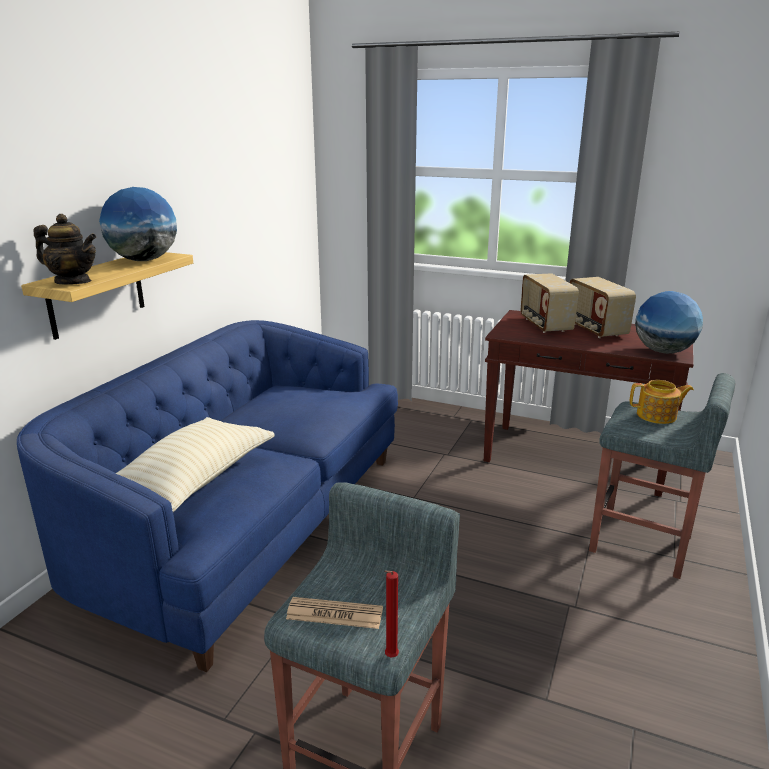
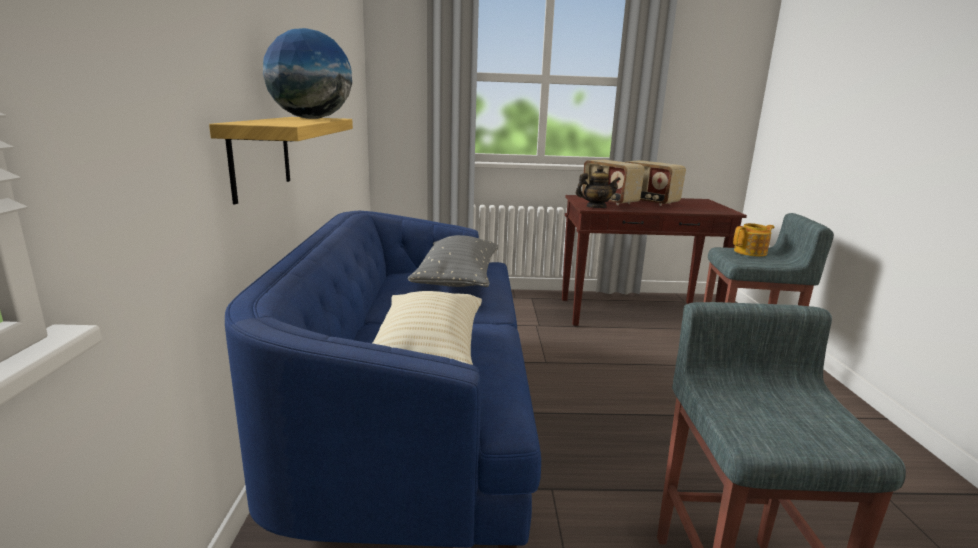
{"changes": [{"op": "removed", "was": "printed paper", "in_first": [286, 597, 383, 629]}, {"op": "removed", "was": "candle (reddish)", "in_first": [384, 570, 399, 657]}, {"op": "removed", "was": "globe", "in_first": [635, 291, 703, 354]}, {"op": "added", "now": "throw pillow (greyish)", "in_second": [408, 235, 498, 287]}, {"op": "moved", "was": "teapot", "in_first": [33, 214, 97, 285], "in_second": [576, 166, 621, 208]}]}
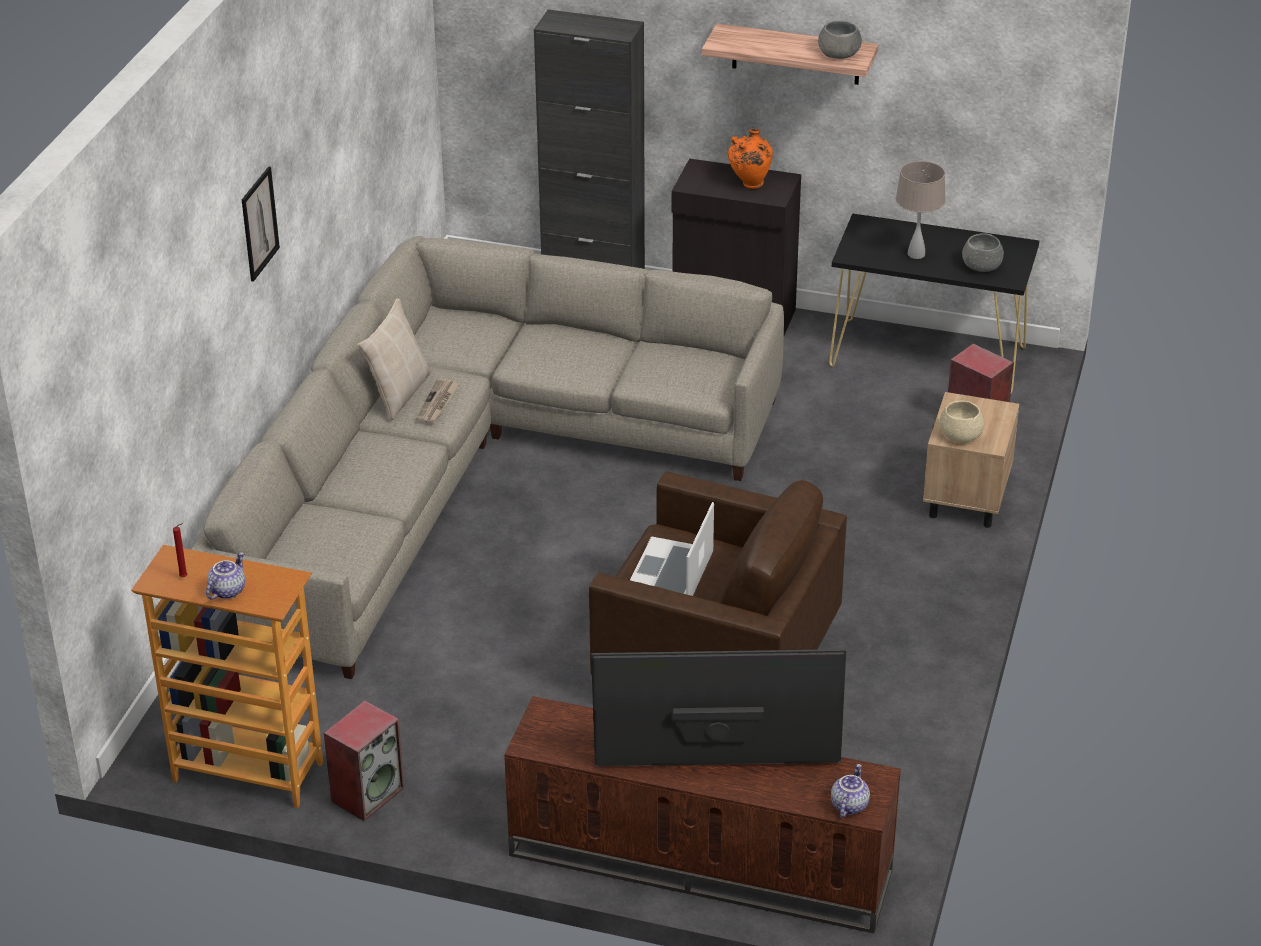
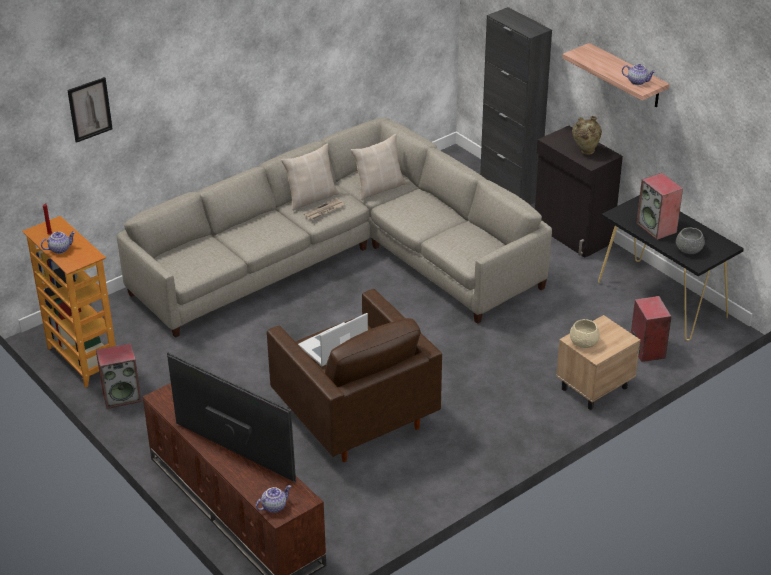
{"changes": [{"op": "added", "now": "throw pillow (beige-coloured)", "in_second": [351, 134, 406, 200]}, {"op": "moved", "was": "wall picture", "in_first": [242, 167, 280, 282], "in_second": [67, 77, 113, 143]}, {"op": "replaced", "was": "serving bowl (greyish)", "now": "teapot", "in_first": [818, 21, 862, 59], "in_second": [622, 64, 656, 85]}, {"op": "replaced", "was": "lamp for a table (beige-coloured)", "now": "audio speaker", "in_first": [896, 161, 945, 259], "in_second": [636, 173, 683, 240]}, {"op": "recoloured", "was": "flower vase (orangey)", "now": "flower vase (beige-coloured)", "in_first": [728, 129, 773, 189], "in_second": [572, 116, 602, 155]}]}
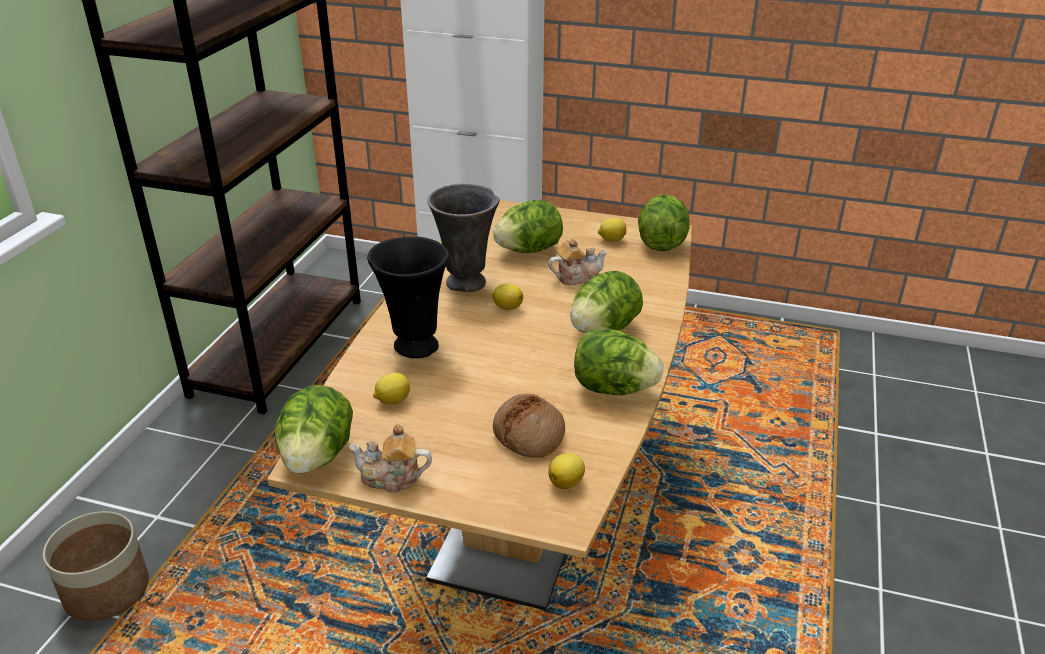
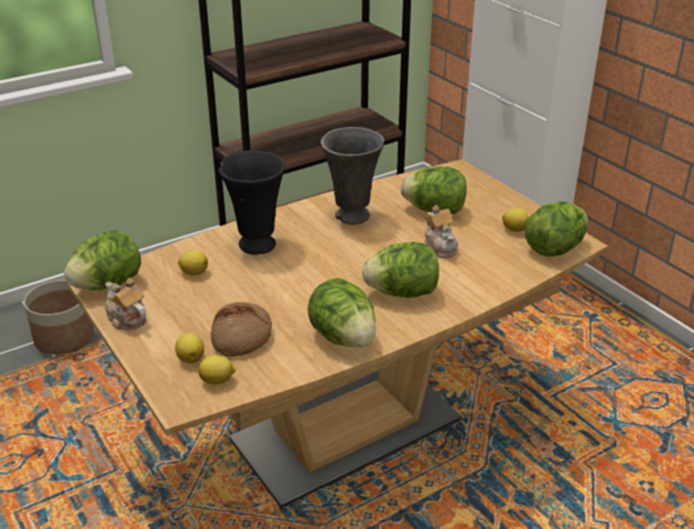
{"changes": [{"op": "moved", "was": "whole lemon", "in_first": [492, 283, 523, 310], "in_second": [175, 333, 204, 363]}, {"op": "turned", "was": "teapot", "in_first": [548, 239, 607, 285], "in_second": [425, 205, 458, 258], "clockwise": 45}]}
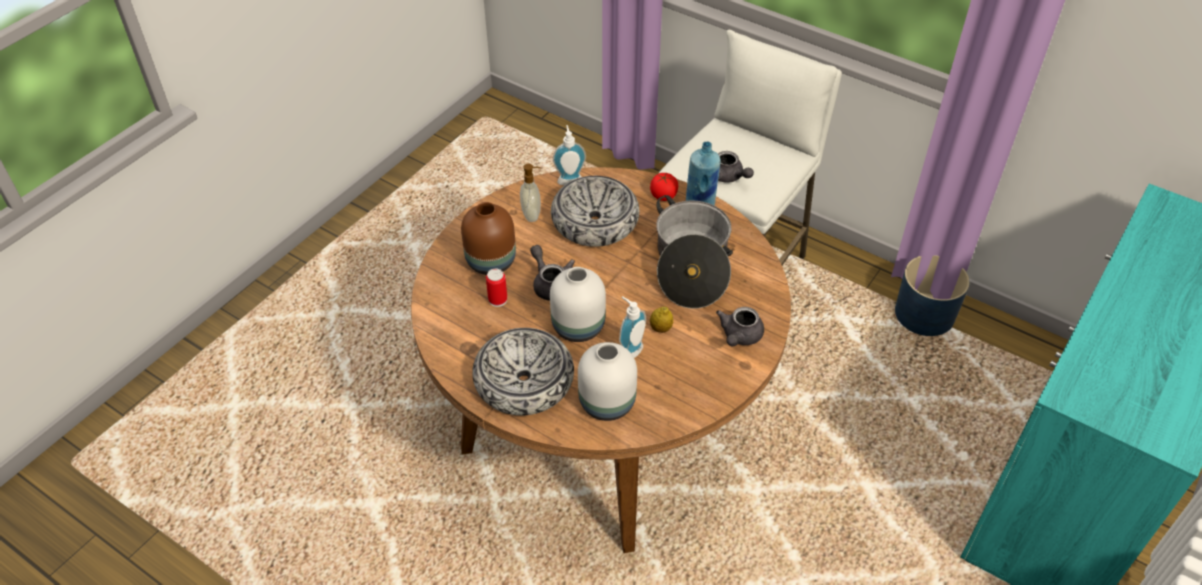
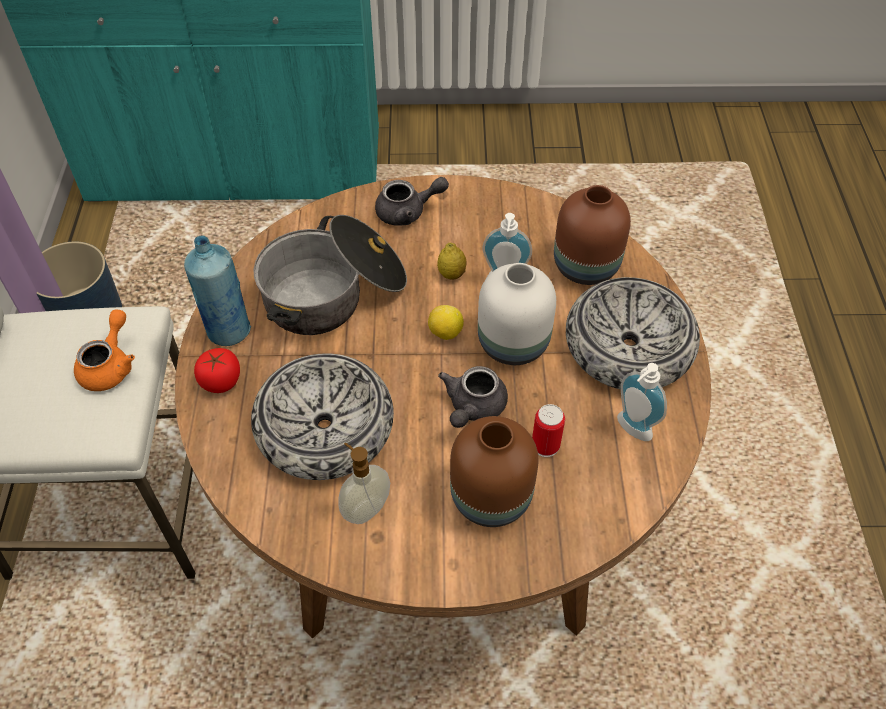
{"changes": [{"op": "added", "now": "whole lemon", "in_second": [428, 305, 464, 340]}, {"op": "moved", "was": "soap dispenser", "in_first": [553, 125, 586, 185], "in_second": [617, 363, 667, 441]}, {"op": "recoloured", "was": "flower vase (whitish)", "now": "flower vase (brownish)", "in_first": [578, 342, 637, 421], "in_second": [554, 185, 631, 285]}, {"op": "recoloured", "was": "teapot (greyish)", "now": "teapot (orangey)", "in_first": [718, 151, 754, 183], "in_second": [74, 309, 135, 391]}]}
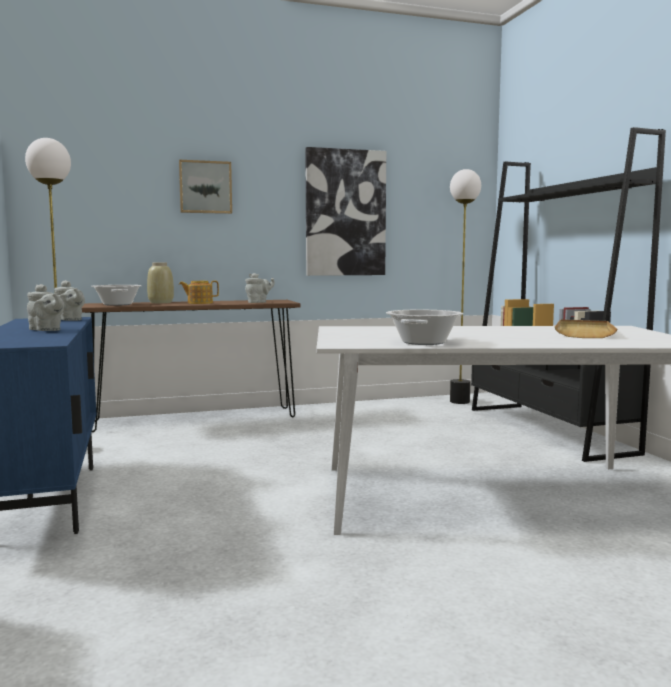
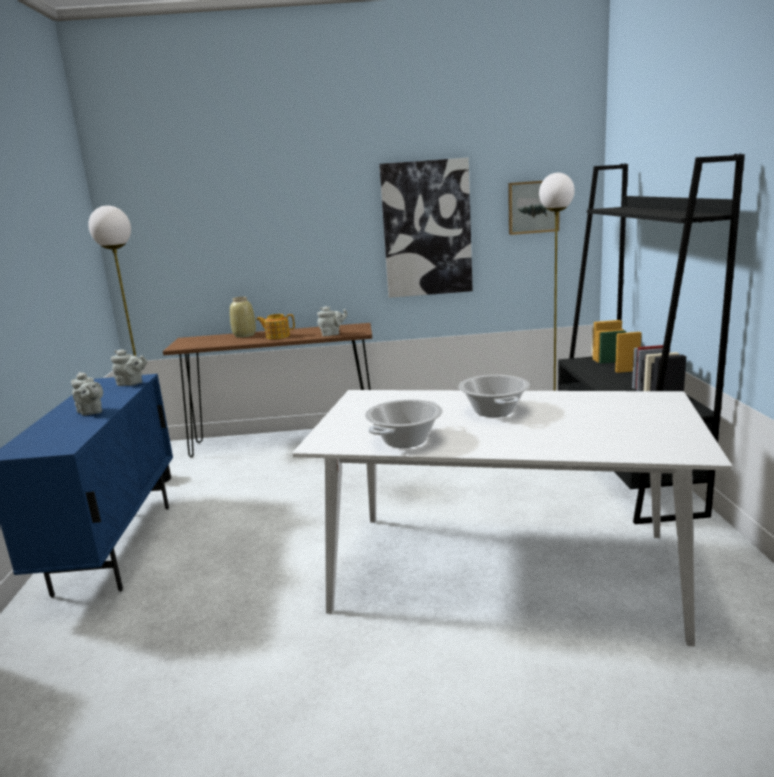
{"changes": [{"op": "removed", "was": "tray (beige-coloured)", "in_first": [555, 319, 617, 338]}, {"op": "moved", "was": "stockpot", "in_first": [91, 285, 142, 306], "in_second": [458, 375, 530, 417]}, {"op": "moved", "was": "wall picture", "in_first": [179, 160, 232, 214], "in_second": [508, 181, 560, 235]}, {"op": "turned", "was": "teapot (greyish)", "in_first": [55, 280, 85, 320], "in_second": [111, 349, 148, 386], "clockwise": -45}]}
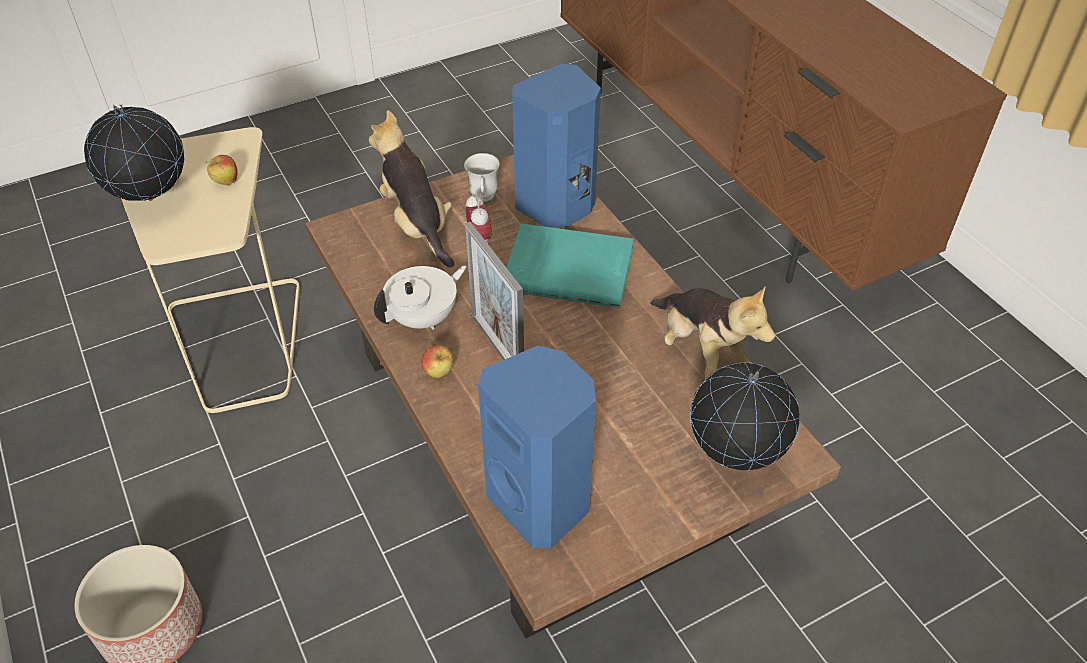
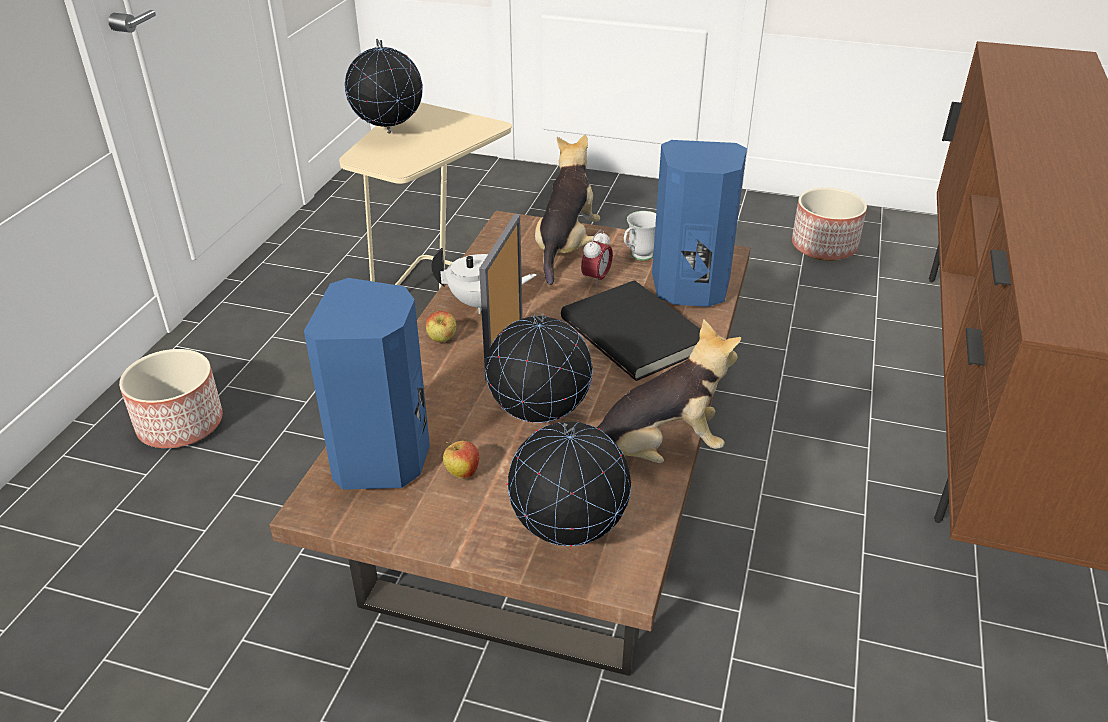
{"changes": [{"op": "added", "now": "globe", "in_second": [486, 313, 593, 423]}, {"op": "added", "now": "flower pot", "in_second": [792, 188, 867, 261]}, {"op": "moved", "was": "whole apple", "in_first": [206, 155, 238, 185], "in_second": [443, 441, 479, 479]}, {"op": "recoloured", "was": "volume (turquoise-coloured)", "now": "volume (black)", "in_first": [506, 223, 634, 308], "in_second": [561, 280, 700, 381]}, {"op": "turned", "was": "plush toy", "in_first": [650, 285, 775, 379], "in_second": [597, 319, 741, 463], "clockwise": -120}]}
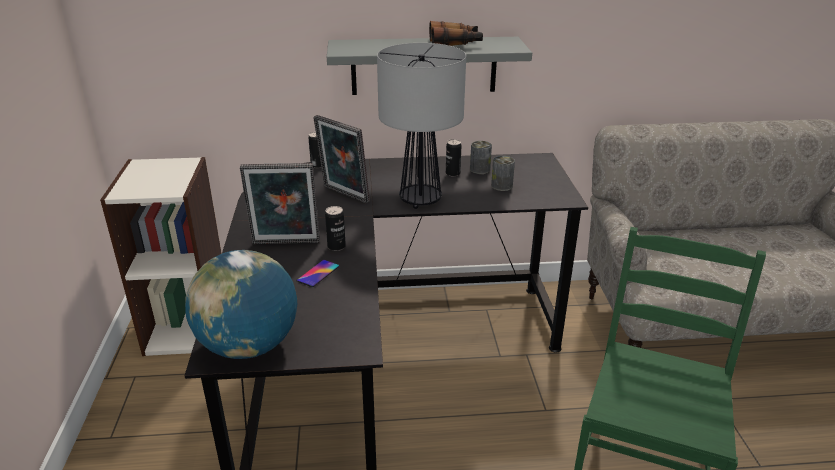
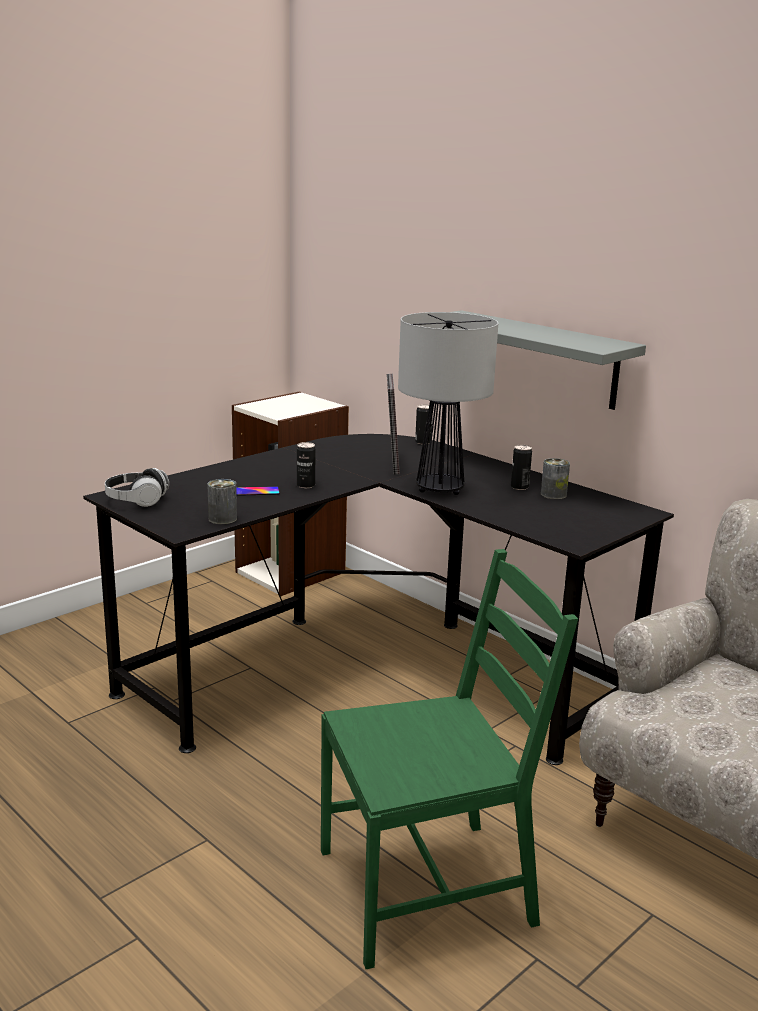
{"changes": [{"op": "removed", "was": "photo frame", "in_first": [240, 163, 320, 244]}, {"op": "removed", "was": "binoculars", "in_first": [429, 21, 483, 46]}, {"op": "moved", "was": "sealed can", "in_first": [491, 156, 515, 191], "in_second": [207, 479, 237, 524]}, {"op": "replaced", "was": "globe", "now": "pair of headphones", "in_first": [185, 250, 297, 359], "in_second": [105, 468, 169, 507]}]}
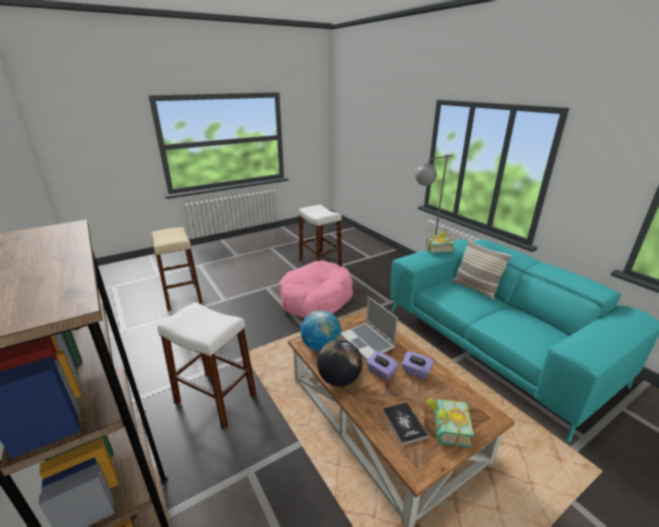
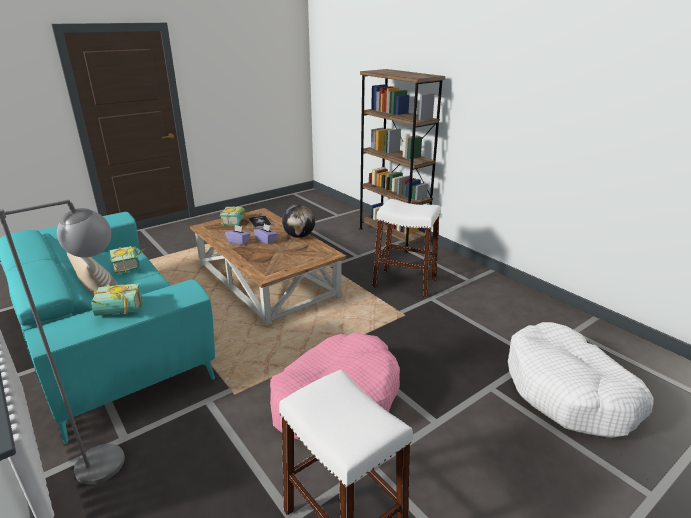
{"changes": [{"op": "removed", "was": "globe", "in_first": [301, 310, 341, 352]}, {"op": "removed", "was": "laptop", "in_first": [341, 296, 398, 360]}, {"op": "added", "now": "volume", "in_second": [109, 246, 145, 274]}, {"op": "replaced", "was": "stool seat (beige-coloured)", "now": "pet bed (whitish)", "in_first": [152, 227, 203, 311], "in_second": [508, 322, 654, 438]}]}
